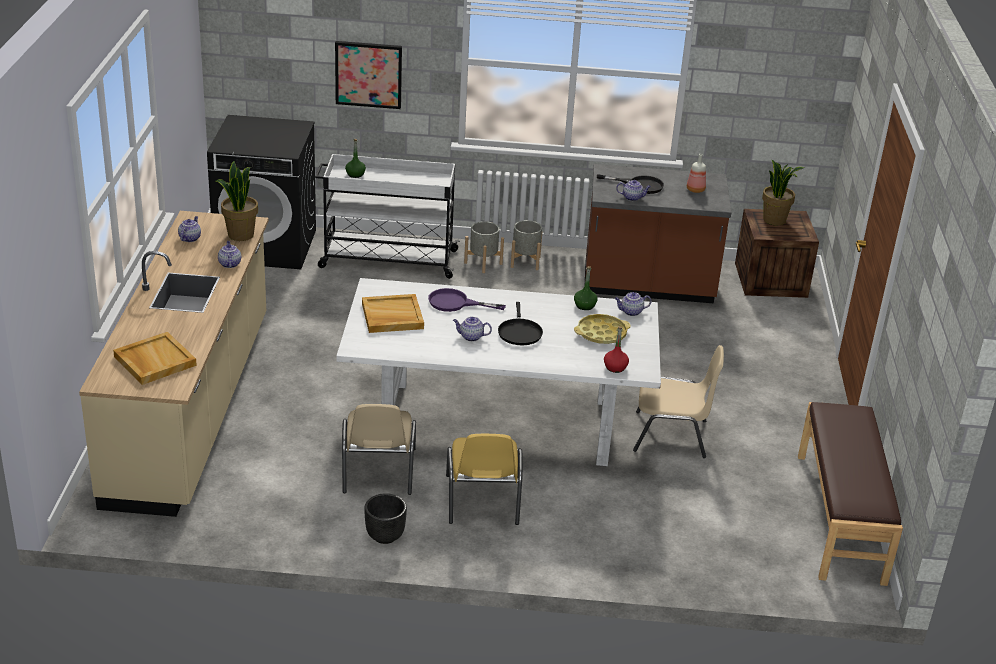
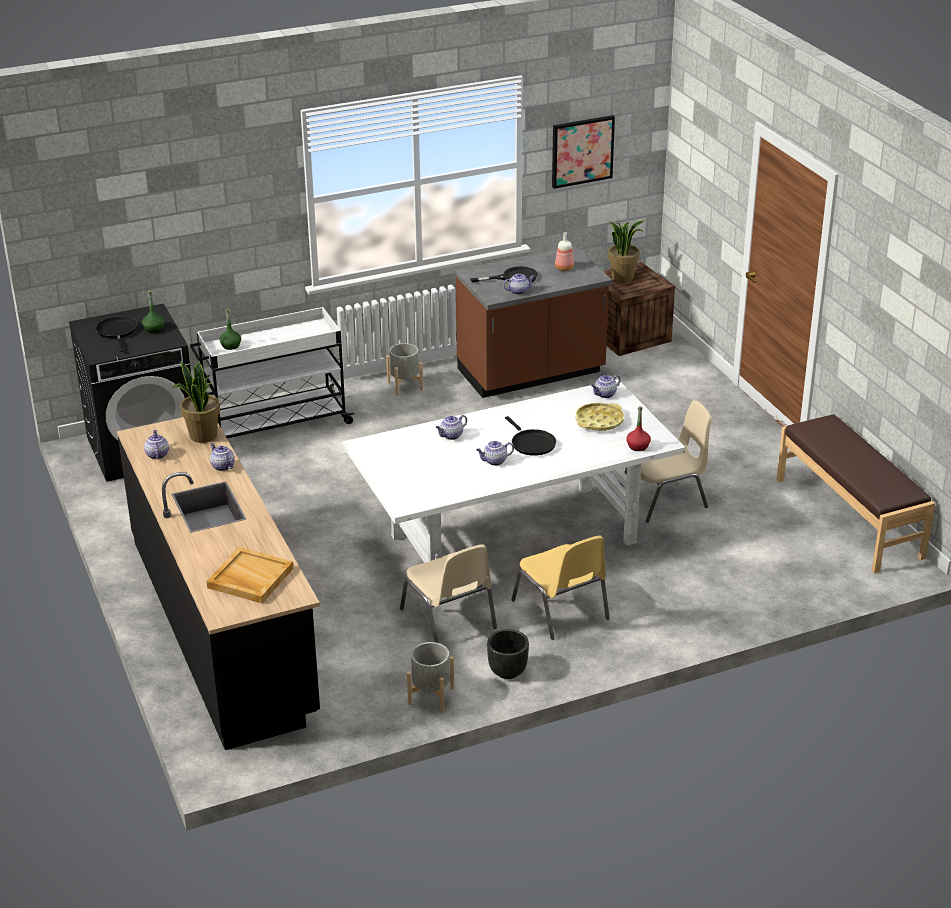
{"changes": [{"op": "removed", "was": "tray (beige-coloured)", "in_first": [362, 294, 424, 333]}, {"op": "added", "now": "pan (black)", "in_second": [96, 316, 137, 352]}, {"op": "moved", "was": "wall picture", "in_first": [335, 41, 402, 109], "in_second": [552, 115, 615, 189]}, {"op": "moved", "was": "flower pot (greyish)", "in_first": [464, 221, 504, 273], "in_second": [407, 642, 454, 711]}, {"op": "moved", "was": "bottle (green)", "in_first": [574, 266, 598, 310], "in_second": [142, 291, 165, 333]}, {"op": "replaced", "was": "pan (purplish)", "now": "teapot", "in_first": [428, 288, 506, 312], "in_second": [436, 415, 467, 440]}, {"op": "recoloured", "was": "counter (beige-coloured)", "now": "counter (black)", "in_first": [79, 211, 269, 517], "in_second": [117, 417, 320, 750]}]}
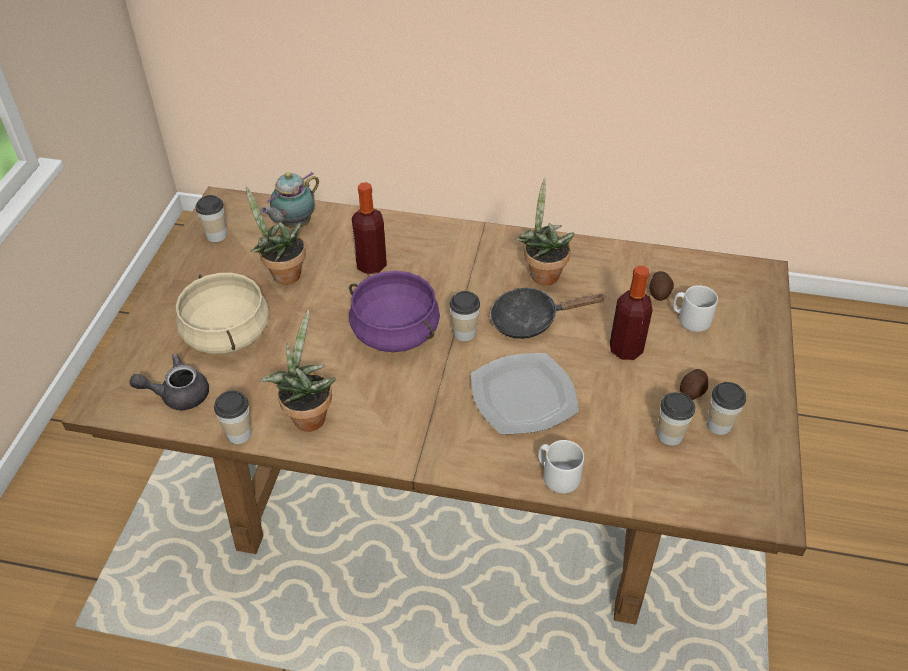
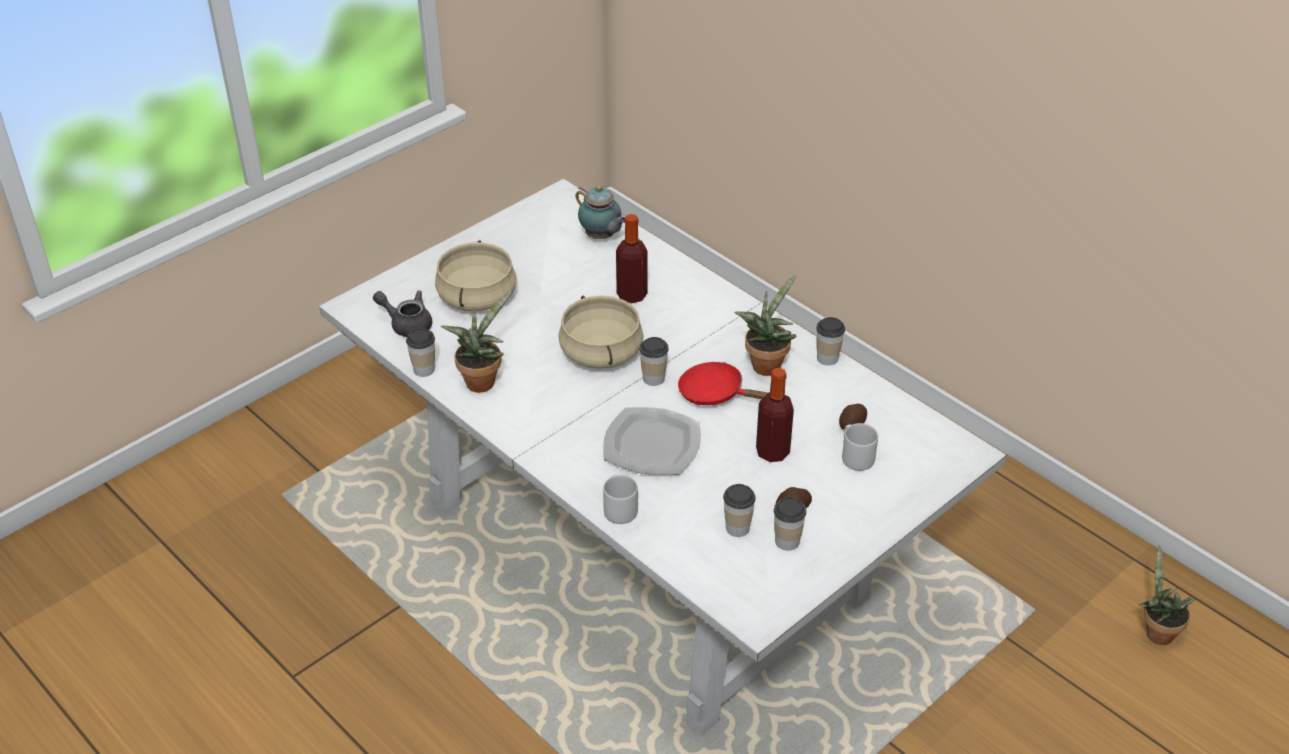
{"changes": [{"op": "moved", "was": "cup", "in_first": [196, 195, 227, 242], "in_second": [816, 317, 845, 366]}, {"op": "moved", "was": "potted plant", "in_first": [246, 185, 306, 285], "in_second": [1139, 545, 1195, 645]}, {"op": "recoloured", "was": "kitchen table (brownish)", "now": "kitchen table (whitish)", "in_first": [62, 186, 807, 625], "in_second": [319, 179, 1007, 735]}, {"op": "recoloured", "was": "stockpot (purplish)", "now": "stockpot (beige-coloured)", "in_first": [349, 271, 440, 352], "in_second": [558, 295, 644, 369]}, {"op": "recoloured", "was": "pan (black)", "now": "pan (reddish)", "in_first": [490, 288, 606, 339], "in_second": [678, 362, 769, 405]}, {"op": "turned", "was": "teapot", "in_first": [260, 172, 319, 228], "in_second": [576, 185, 625, 239], "clockwise": -120}]}
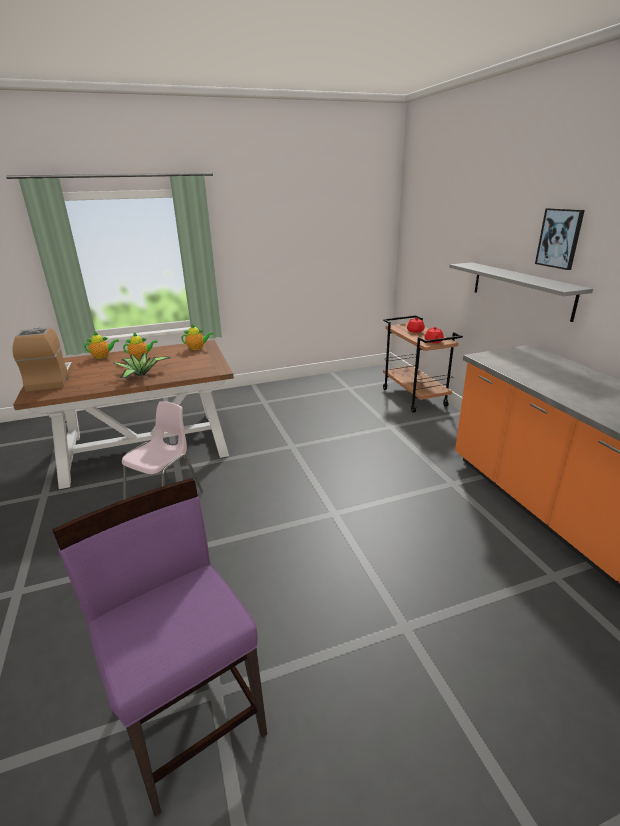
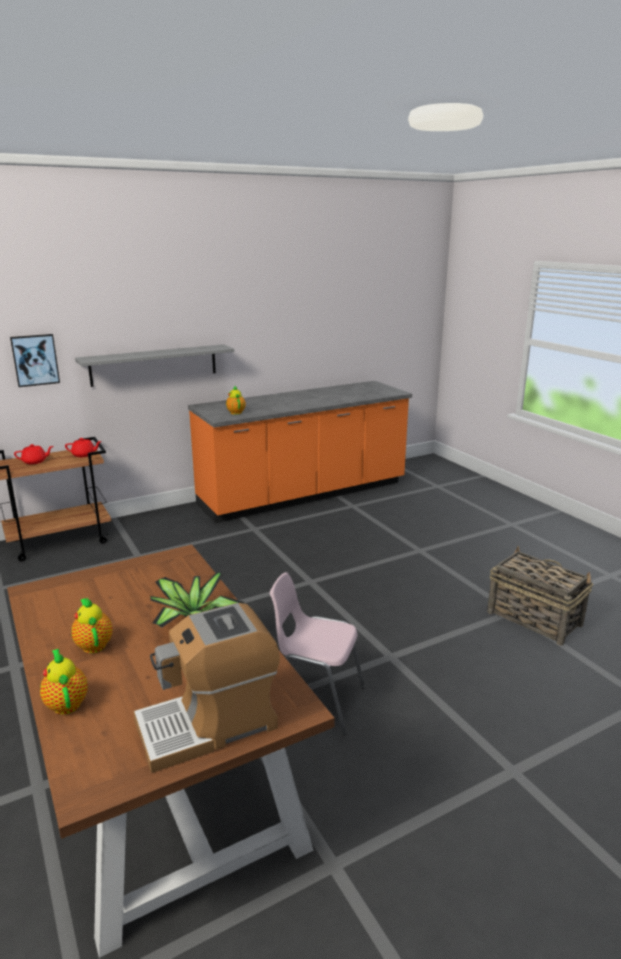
{"changes": [{"op": "moved", "was": "teapot", "in_first": [181, 324, 213, 350], "in_second": [226, 386, 246, 414]}, {"op": "moved", "was": "wall picture", "in_first": [535, 208, 585, 270], "in_second": [10, 334, 60, 387]}, {"op": "replaced", "was": "chair (purplish)", "now": "basket", "in_first": [52, 478, 267, 817], "in_second": [487, 546, 593, 646]}]}
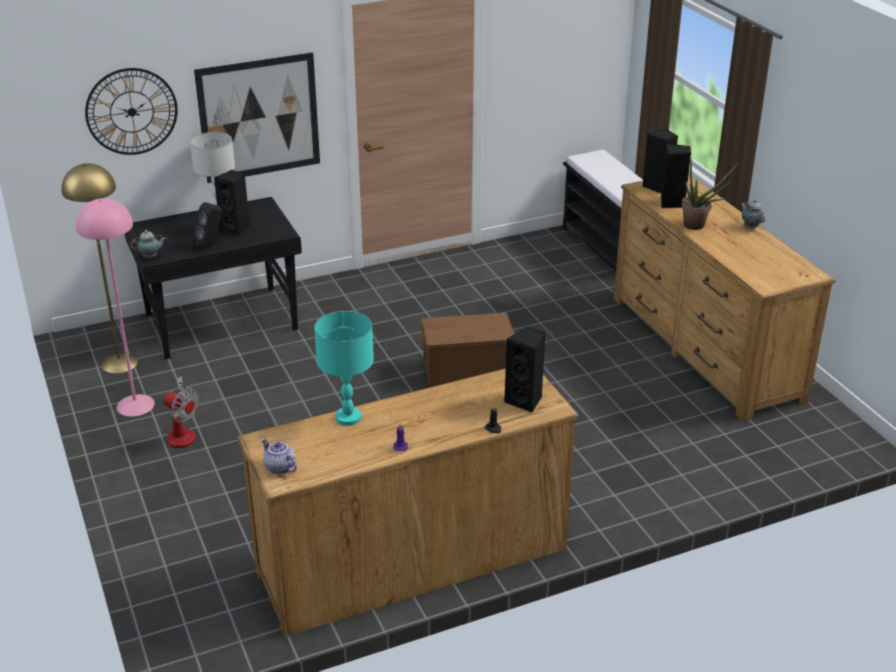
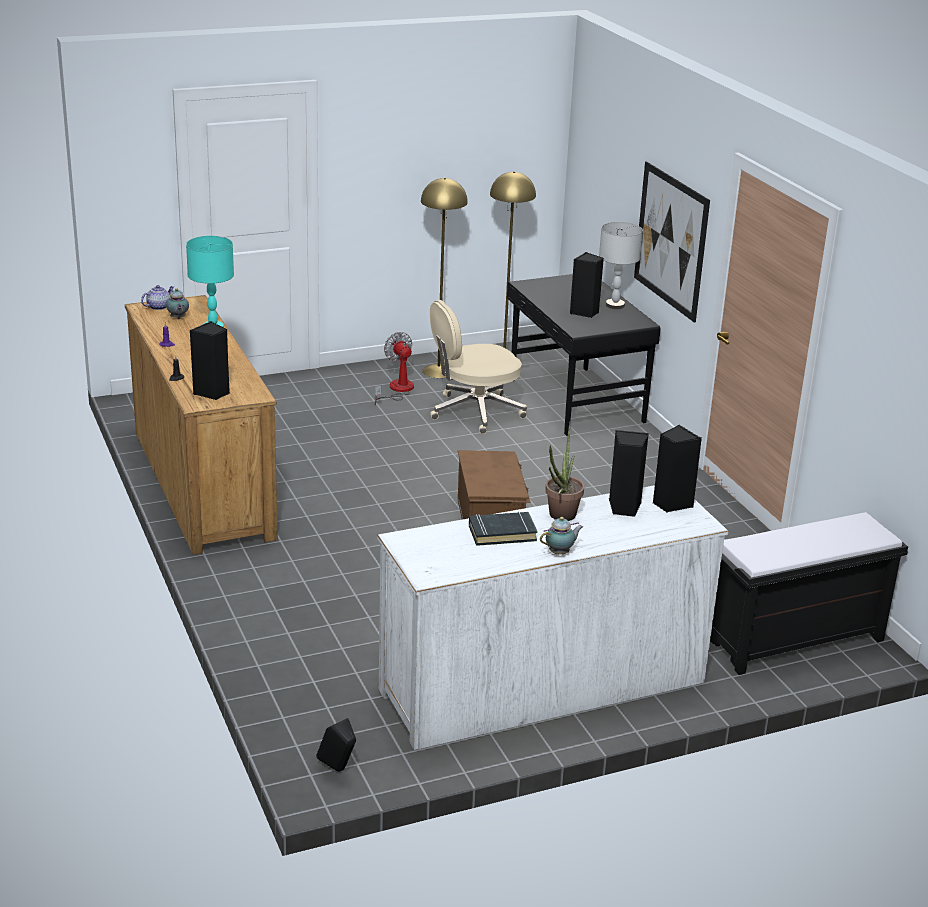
{"changes": [{"op": "removed", "was": "hanging clock", "in_first": [85, 68, 178, 155]}, {"op": "added", "now": "office chair (beige-coloured)", "in_second": [430, 300, 527, 434]}, {"op": "added", "now": "volume (black)", "in_second": [469, 512, 538, 546]}, {"op": "moved", "was": "teapot", "in_first": [130, 230, 167, 258], "in_second": [166, 288, 189, 319]}, {"op": "moved", "was": "audio speaker (black)", "in_first": [193, 202, 222, 249], "in_second": [316, 718, 356, 772]}, {"op": "recoloured", "was": "standard lamp (pinkish)", "now": "standard lamp (yellow)", "in_first": [76, 198, 155, 417], "in_second": [421, 178, 468, 378]}, {"op": "recoloured", "was": "drawer chest (brownish)", "now": "drawer chest (whitish)", "in_first": [614, 175, 836, 422], "in_second": [377, 485, 729, 750]}, {"op": "turned", "was": "fan", "in_first": [164, 376, 199, 448], "in_second": [374, 332, 414, 405], "clockwise": 120}]}
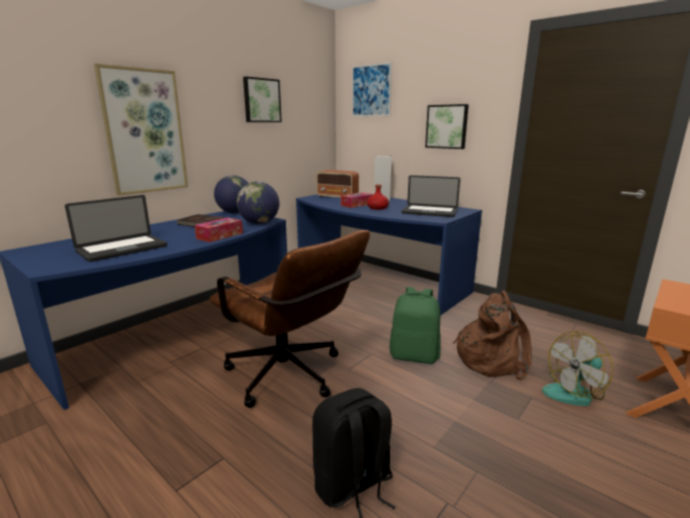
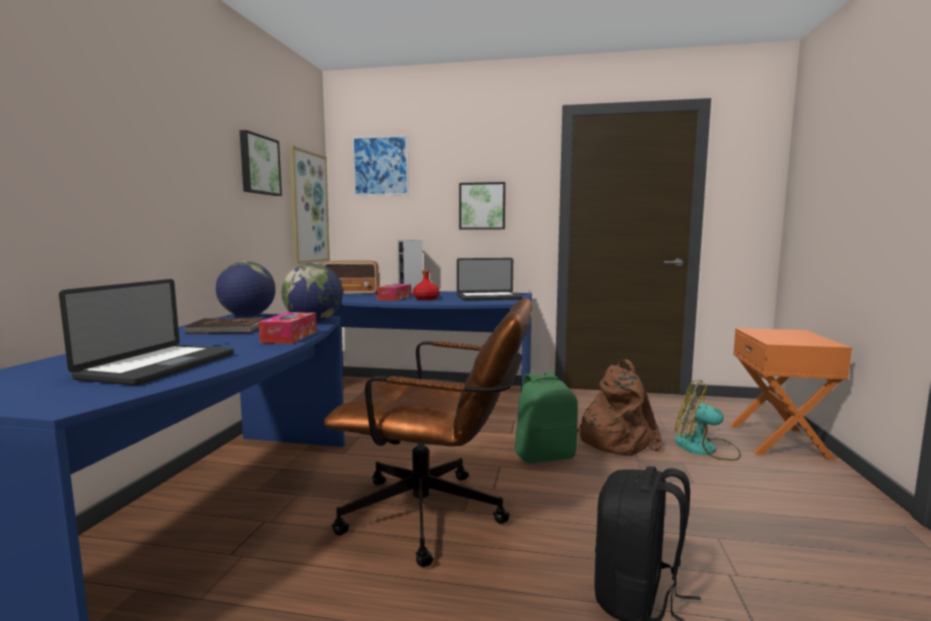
{"changes": [{"op": "moved", "was": "wall picture", "in_first": [94, 63, 188, 196], "in_second": [289, 146, 330, 264]}, {"op": "turned", "was": "fan", "in_first": [542, 331, 613, 406], "in_second": [675, 380, 741, 461], "clockwise": 90}]}
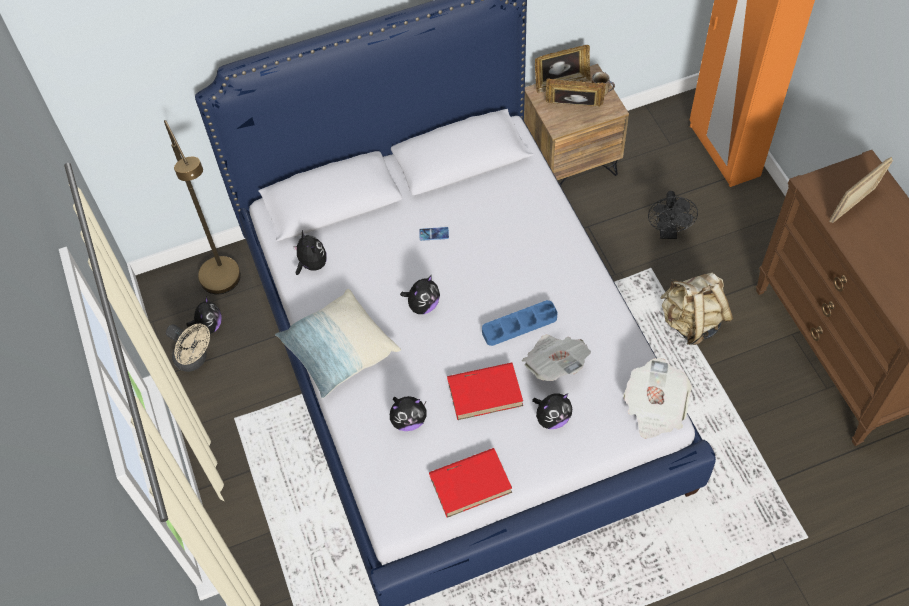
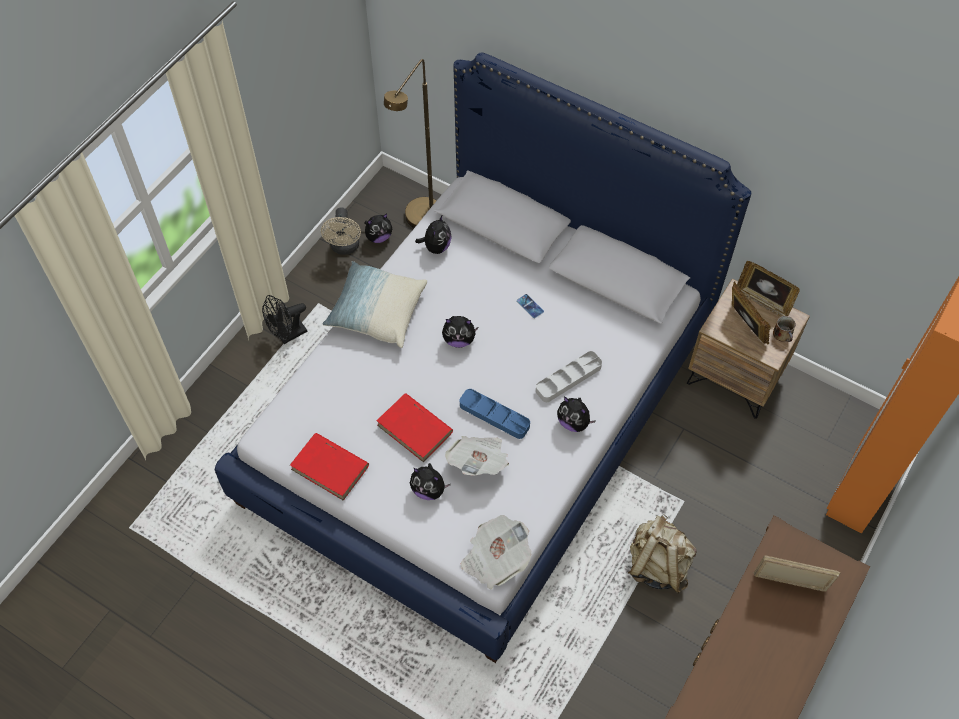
{"changes": [{"op": "added", "now": "tray (greyish)", "in_second": [536, 351, 602, 402]}, {"op": "moved", "was": "plush toy", "in_first": [390, 396, 427, 431], "in_second": [557, 397, 596, 432]}, {"op": "moved", "was": "fan (black)", "in_first": [648, 191, 698, 239], "in_second": [262, 295, 307, 344]}]}
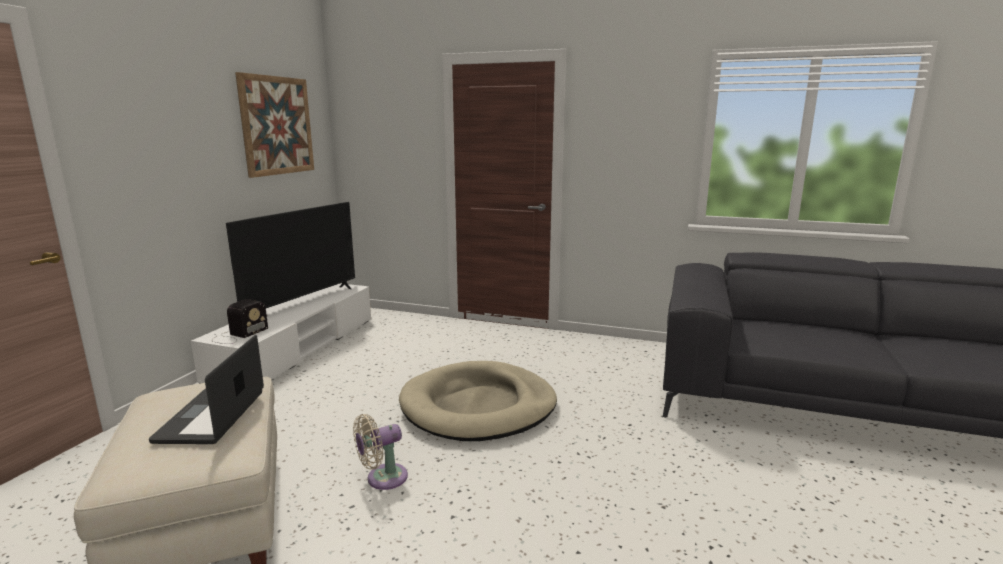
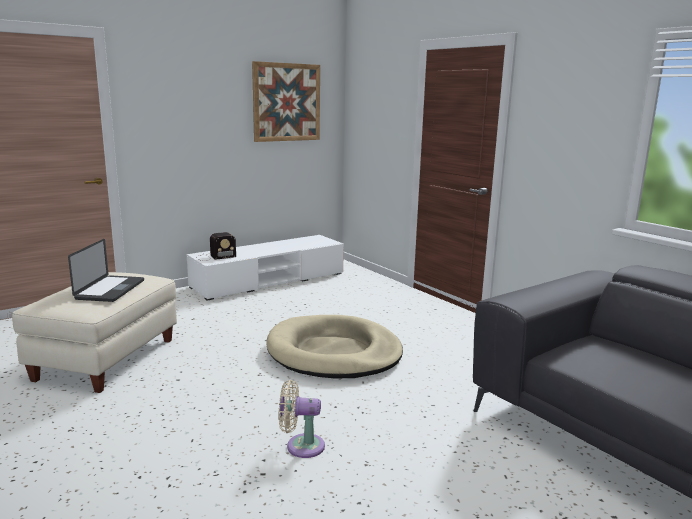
{"changes": [{"op": "removed", "was": "television", "in_first": [226, 202, 355, 308]}, {"op": "moved", "was": "fan (beige-coloured)", "in_first": [353, 414, 408, 490], "in_second": [279, 380, 325, 458]}, {"op": "turned", "was": "laptop", "in_first": [149, 335, 264, 444], "in_second": [68, 239, 144, 302], "clockwise": 150}]}
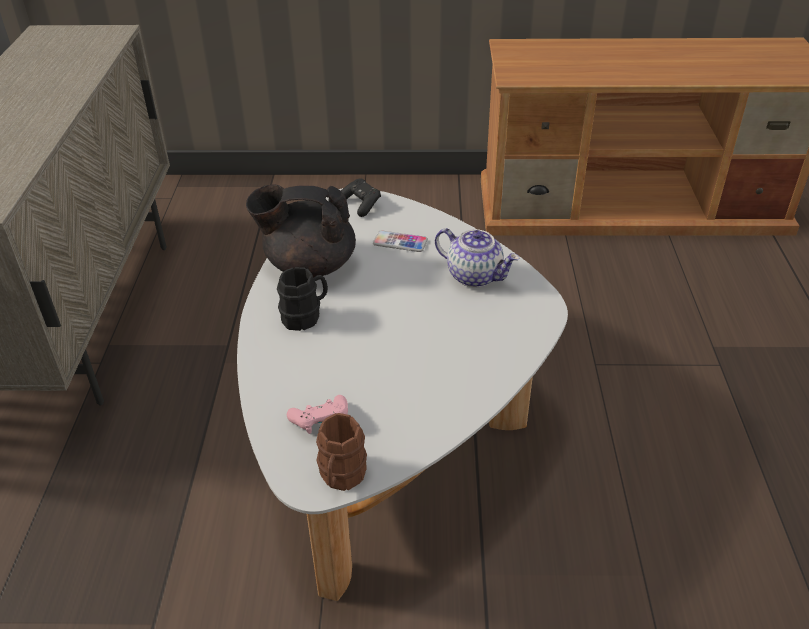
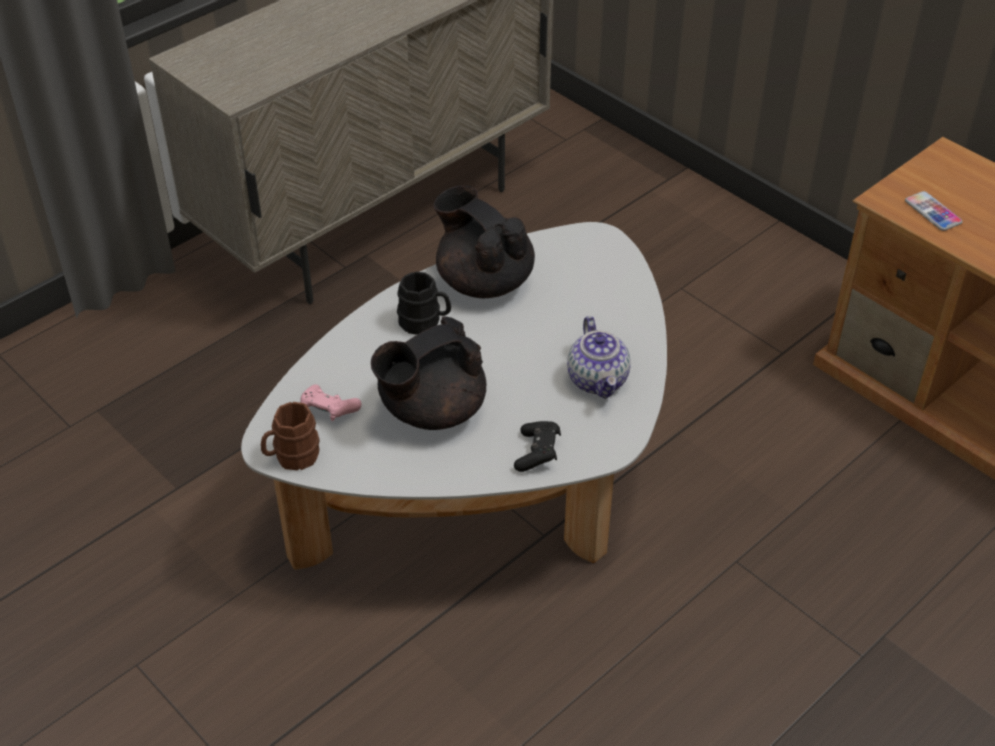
{"changes": [{"op": "added", "now": "teapot (black)", "in_second": [371, 316, 486, 430]}, {"op": "moved", "was": "joypad (black)", "in_first": [341, 178, 381, 217], "in_second": [514, 421, 561, 472]}, {"op": "moved", "was": "phone", "in_first": [373, 230, 428, 252], "in_second": [905, 191, 963, 231]}]}
